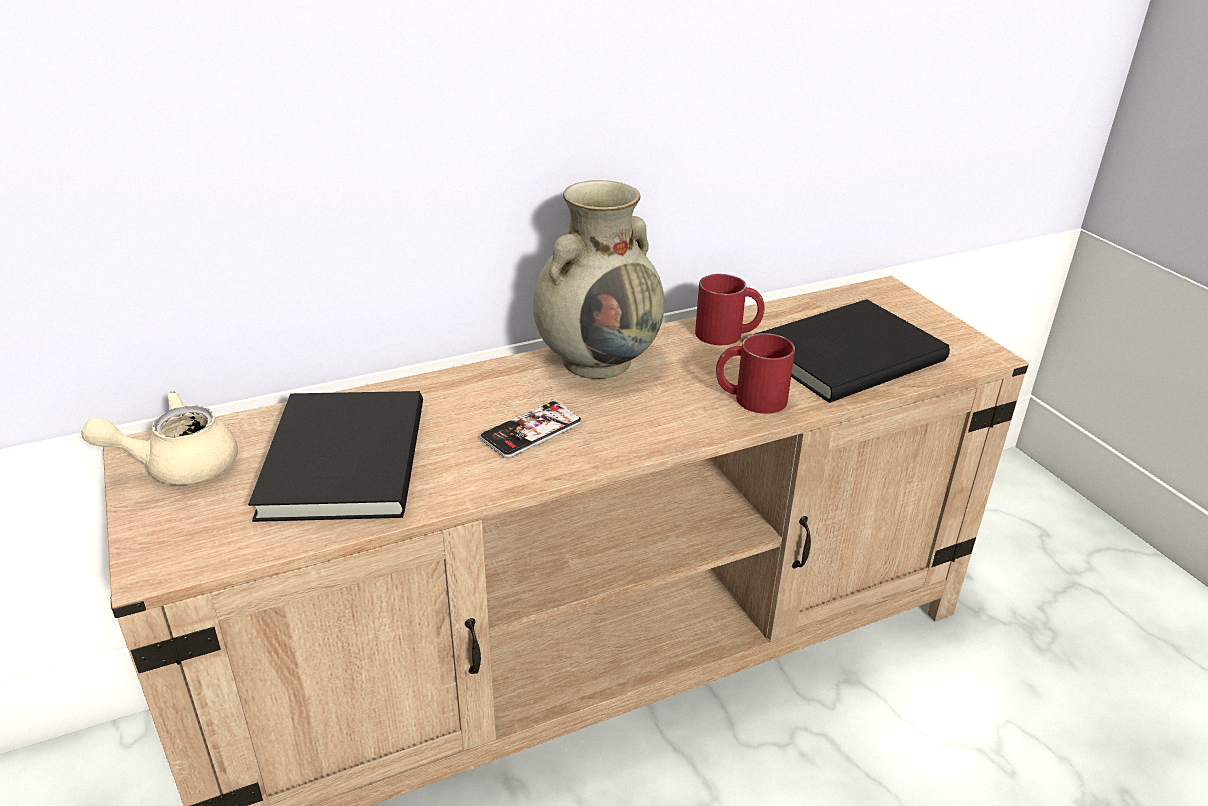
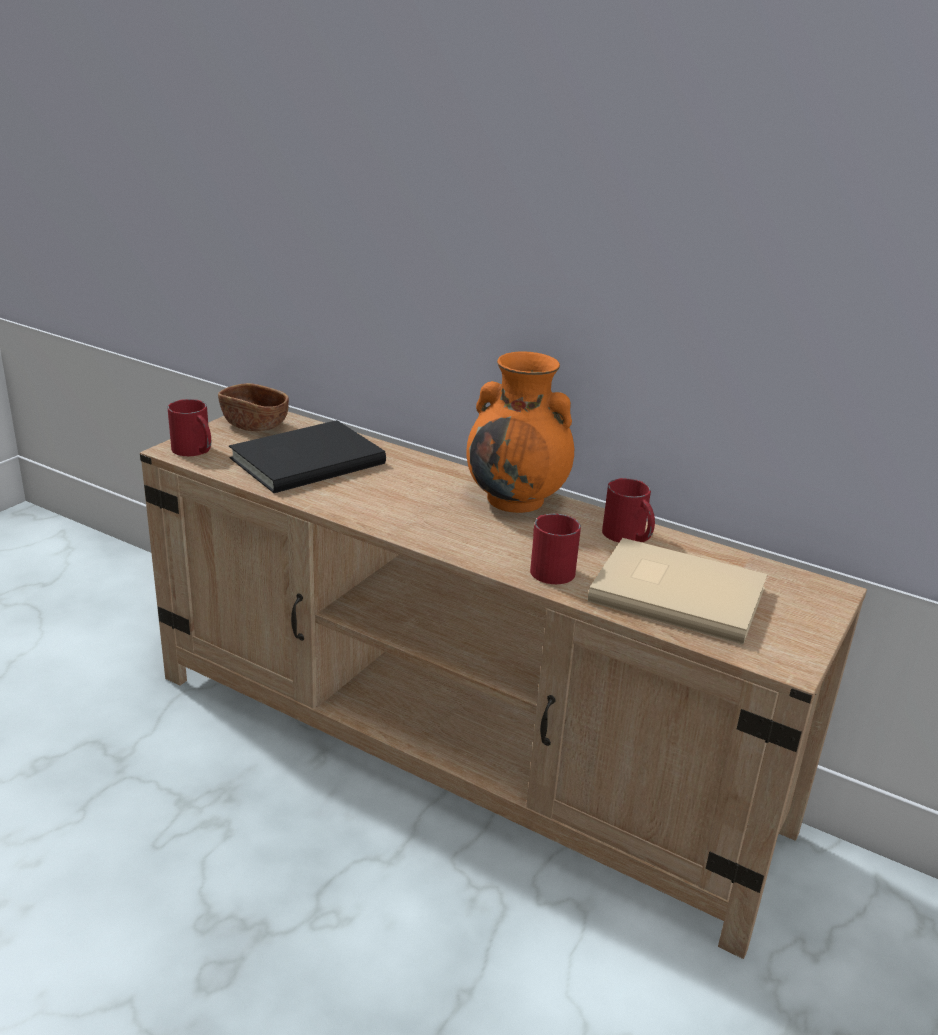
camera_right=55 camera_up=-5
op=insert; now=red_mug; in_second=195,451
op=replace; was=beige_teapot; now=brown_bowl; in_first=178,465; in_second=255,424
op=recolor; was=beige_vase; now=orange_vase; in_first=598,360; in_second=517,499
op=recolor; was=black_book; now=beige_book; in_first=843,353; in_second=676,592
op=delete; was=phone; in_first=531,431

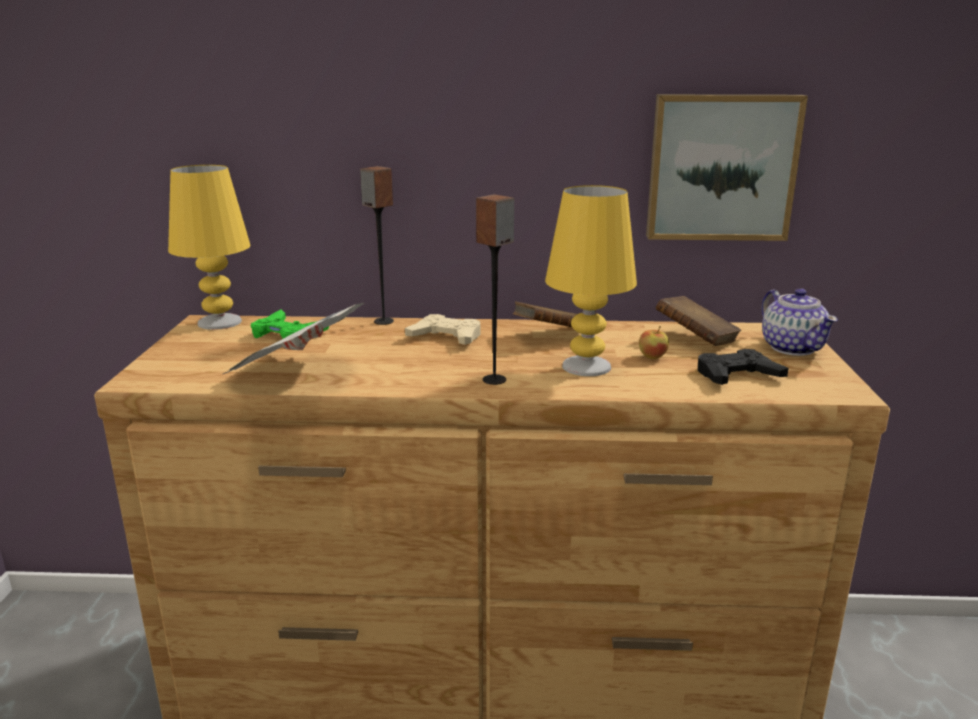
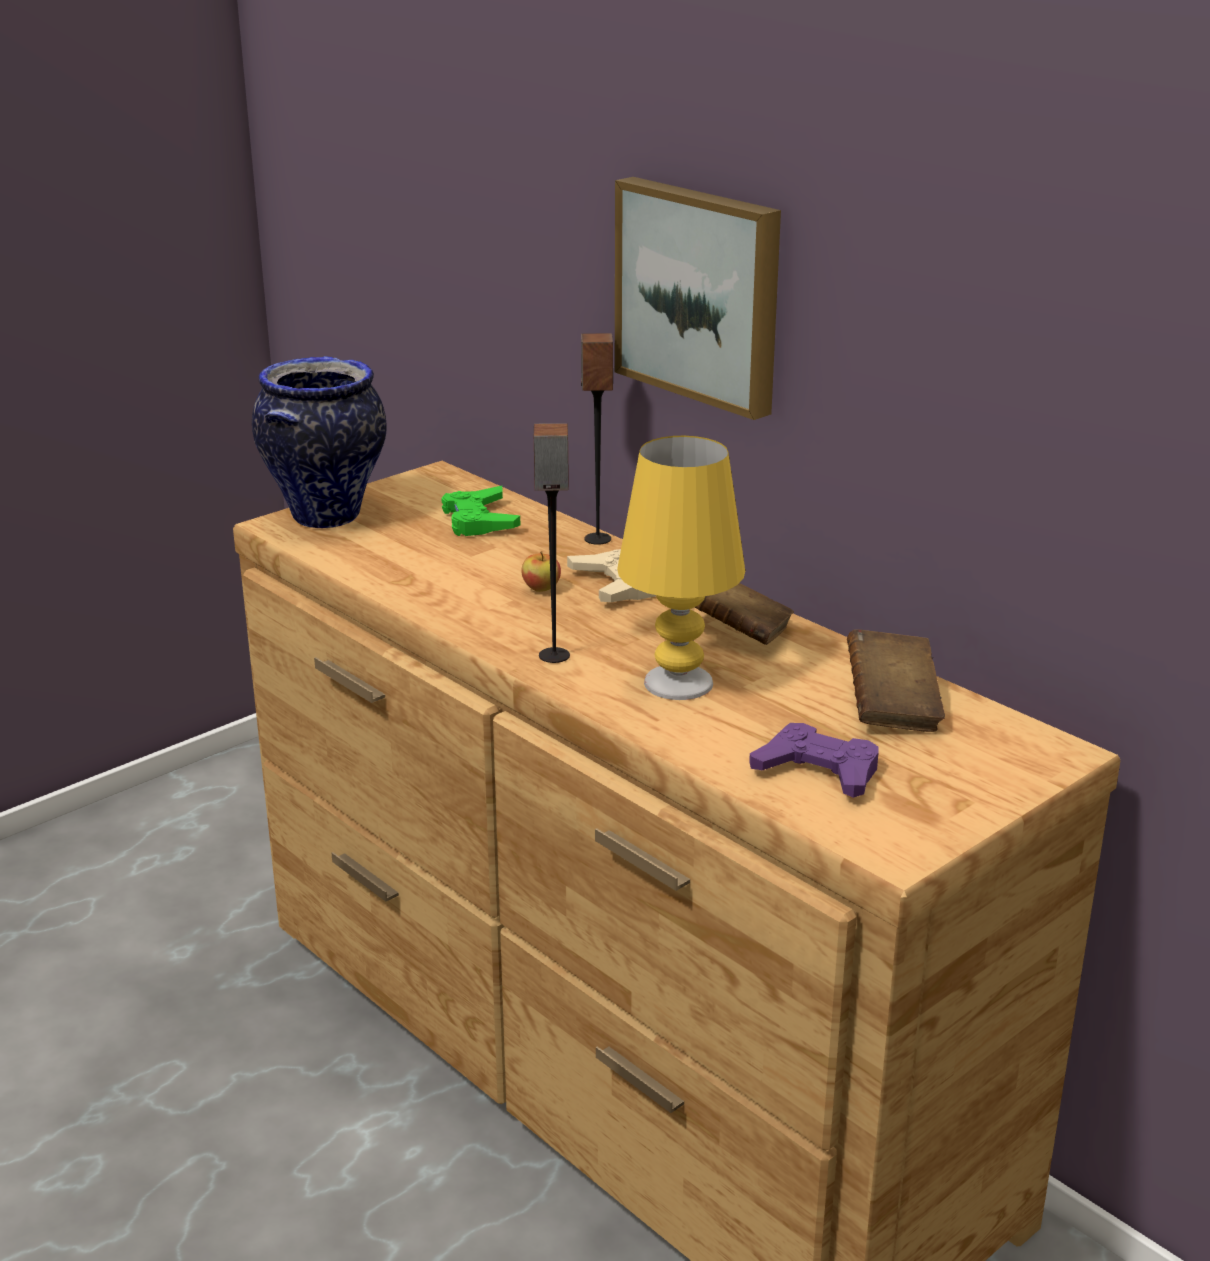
camera_right=45 camera_up=5
op=insert; now=vase; in_second=327,515
op=move; was=apple; in_first=652,356; in_second=541,588
op=move; was=picture; in_first=721,167; in_second=701,294
op=recolor; was=black_game_controller; now=purple_game_controller; in_first=737,375; in_second=818,771
op=delete; was=yellow_table_lamp; in_first=219,322
op=delete; was=newspaper; in_first=296,374
op=delete; was=teapot; in_first=792,347

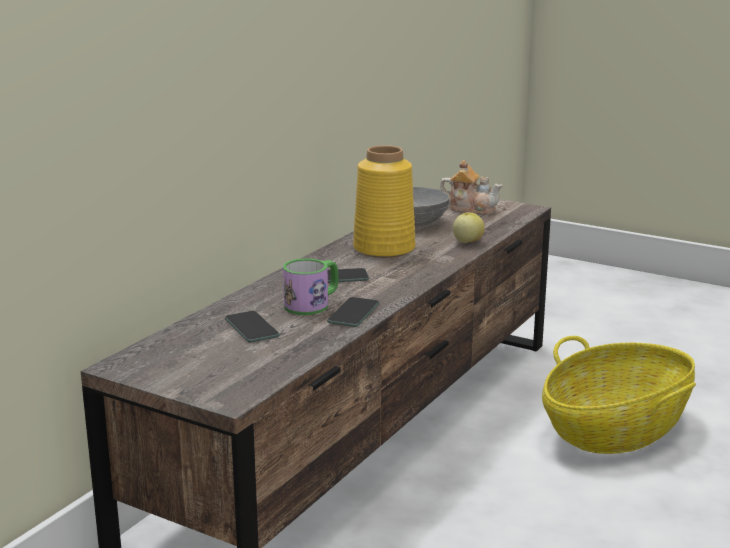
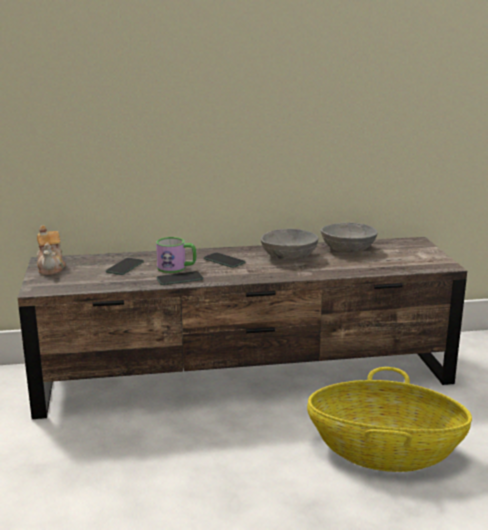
camera_right=50 camera_up=0
op=move; was=teapot; in_first=471,209; in_second=51,267
op=replace; was=yellow_vase; now=grey_bowl; in_first=385,249; in_second=289,257
op=delete; was=apple; in_first=467,242

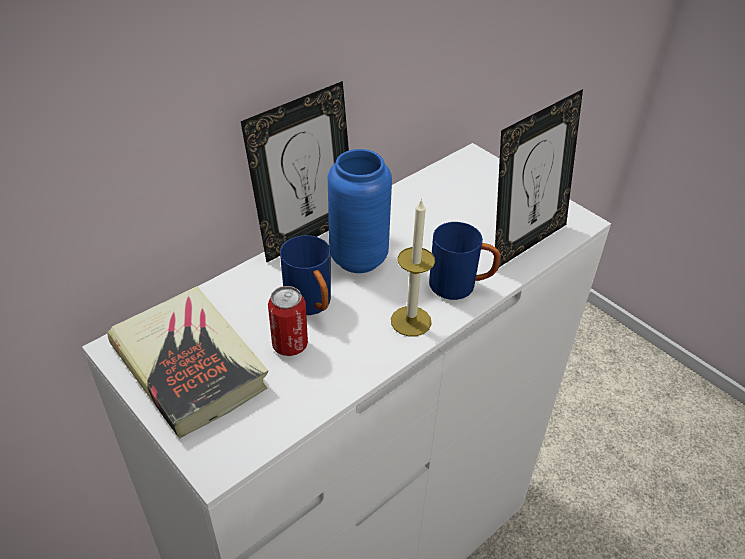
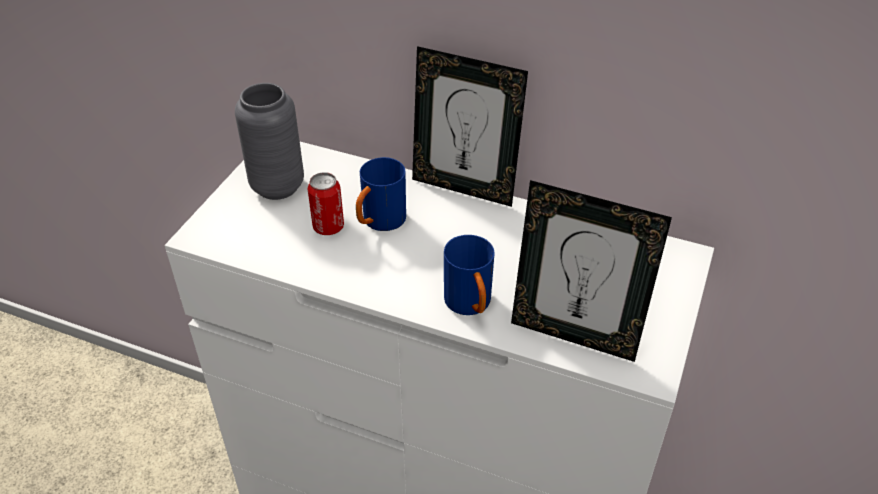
camera_right=65 camera_up=0
op=replace; was=book; now=grey_vase; in_first=189,366; in_second=277,186
op=delete; was=blue_vase; in_first=358,258
op=delete; was=candle; in_first=411,321

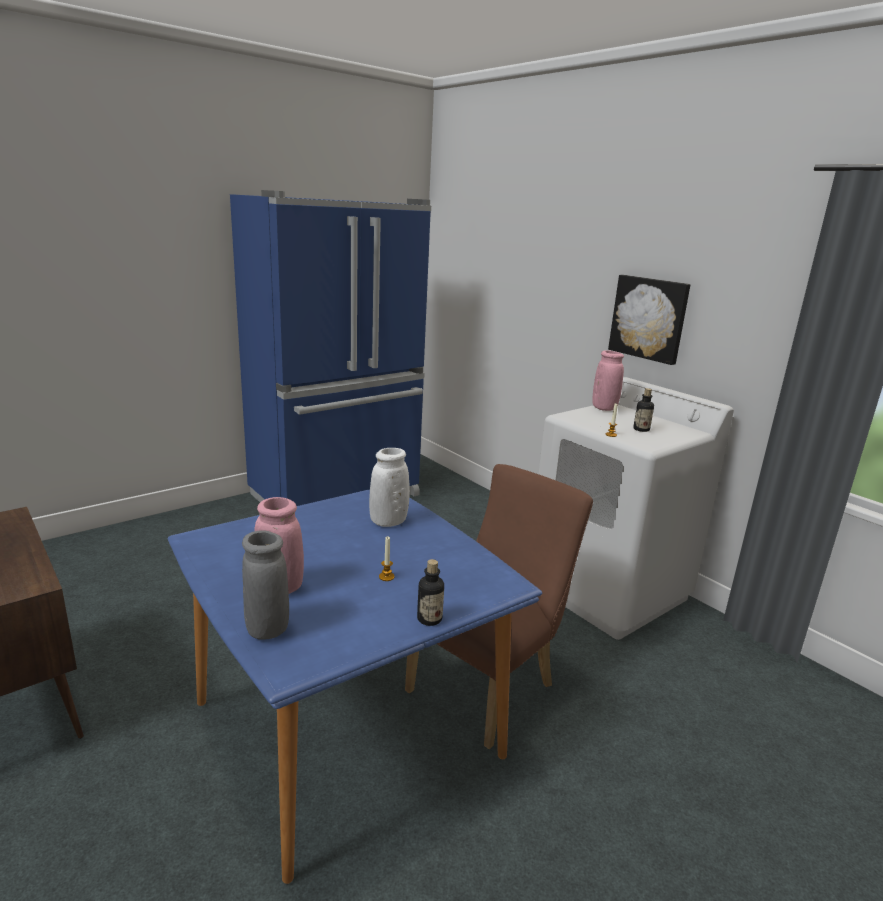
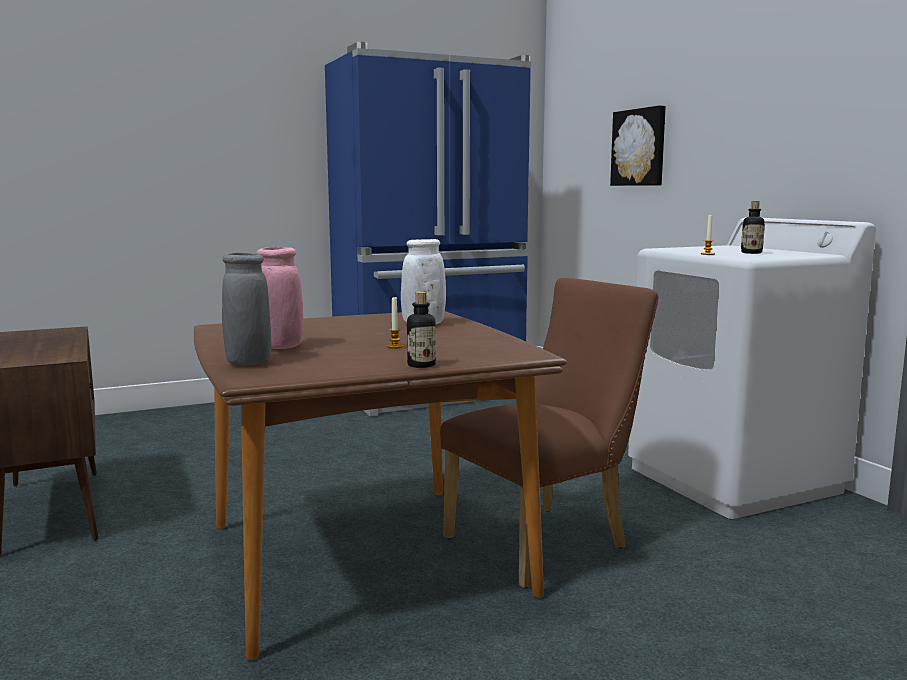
camera_right=15 camera_up=-10
op=recolor; was=blue_dining_table; now=brown_dining_table; in_first=346,728; in_second=365,558
op=move; was=picture; in_first=649,318; in_second=639,147
op=delete; was=pink_vase; in_first=604,408

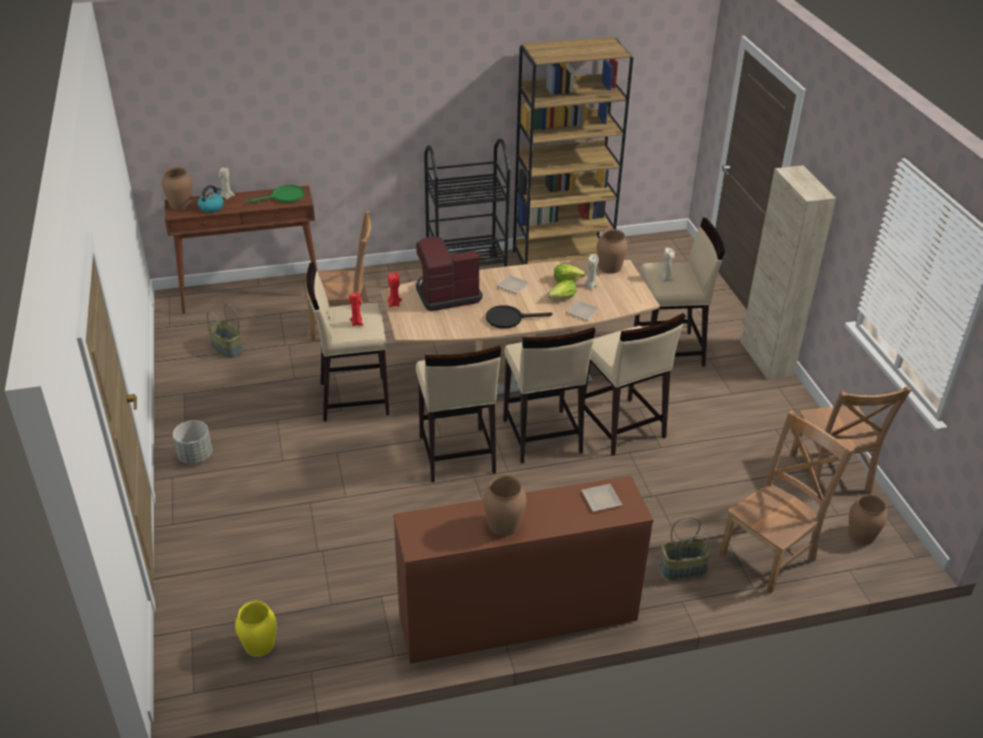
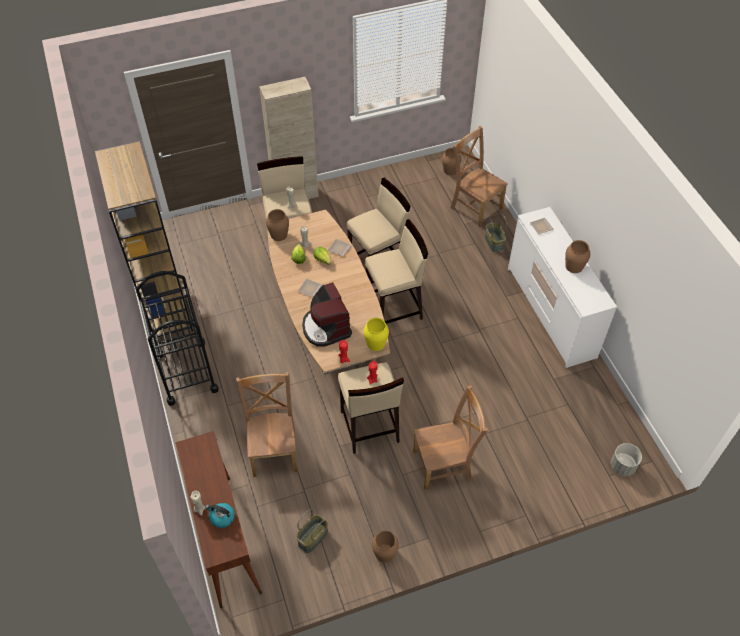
camera_right=-95 camera_up=15
op=move; was=yellow_vase; in_first=259,645; in_second=376,343
op=move; was=brown_vase; in_first=180,204; in_second=384,553
op=move; was=brown_chair; in_first=830,476; in_second=444,465
op=recolor; was=brown_dresser; now=white_dresser; in_first=517,618; in_second=550,312
op=move; was=grey_planter; in_first=195,456; in_second=622,466
op=delete; was=green_frying_pan; in_first=283,197
op=delete; was=beige_stool; in_first=456,455
op=delete; was=black_frying_pan; in_first=509,319

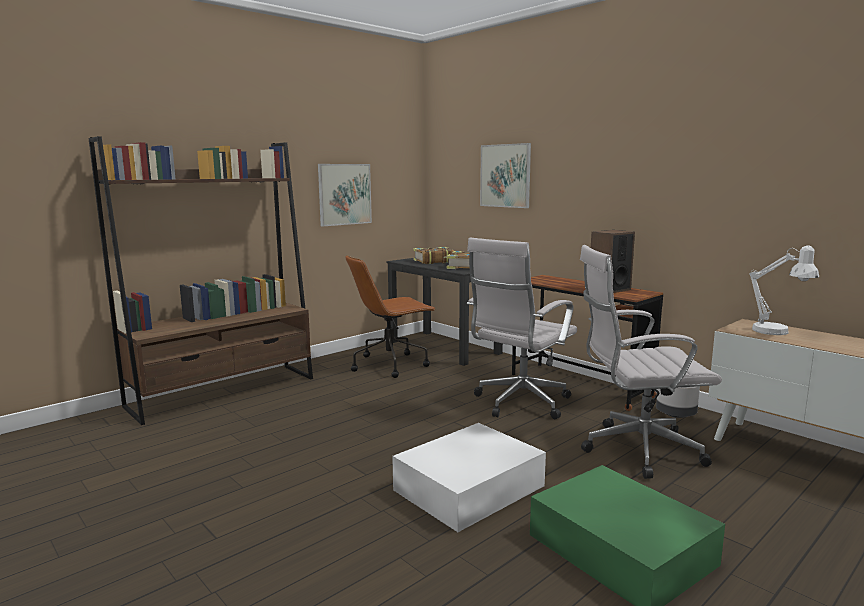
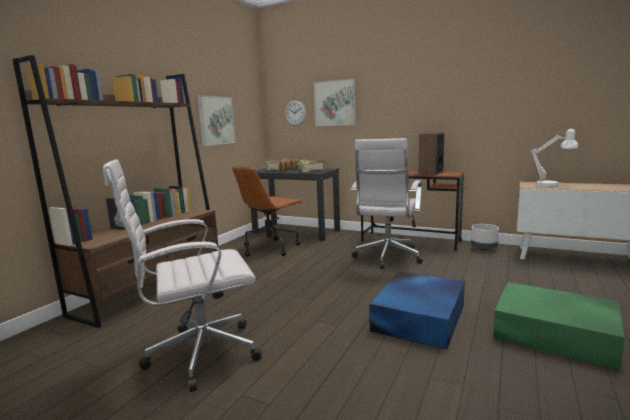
camera_right=-20 camera_up=0
op=move; was=white_office_chair; in_first=636,450; in_second=198,355
op=insert; now=wall_clock; in_second=295,113
op=recolor; was=white_storage_box; now=blue_storage_box; in_first=471,487; in_second=420,317

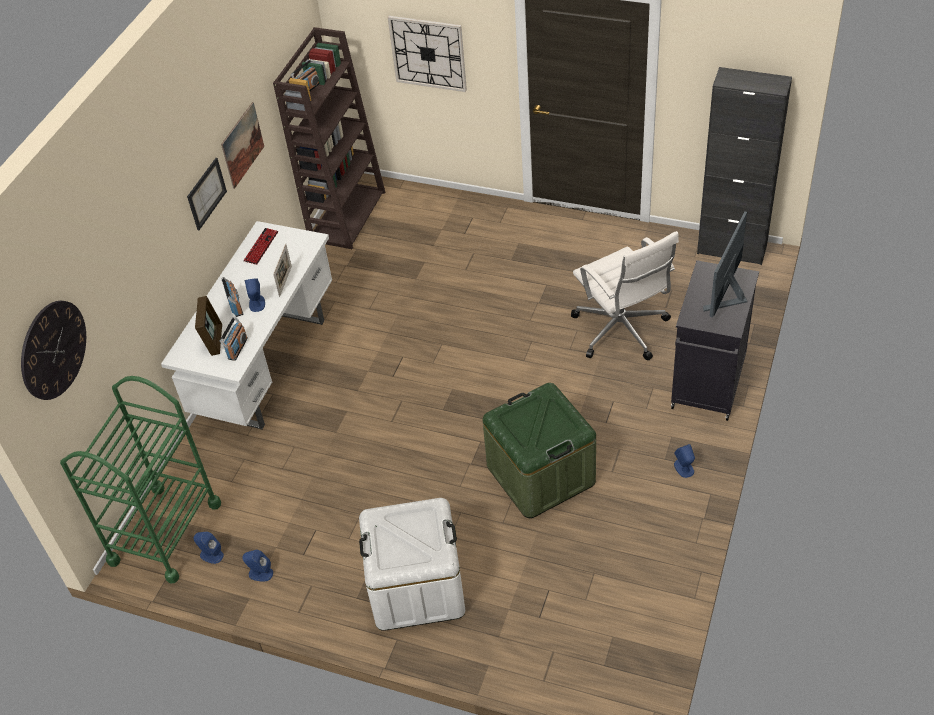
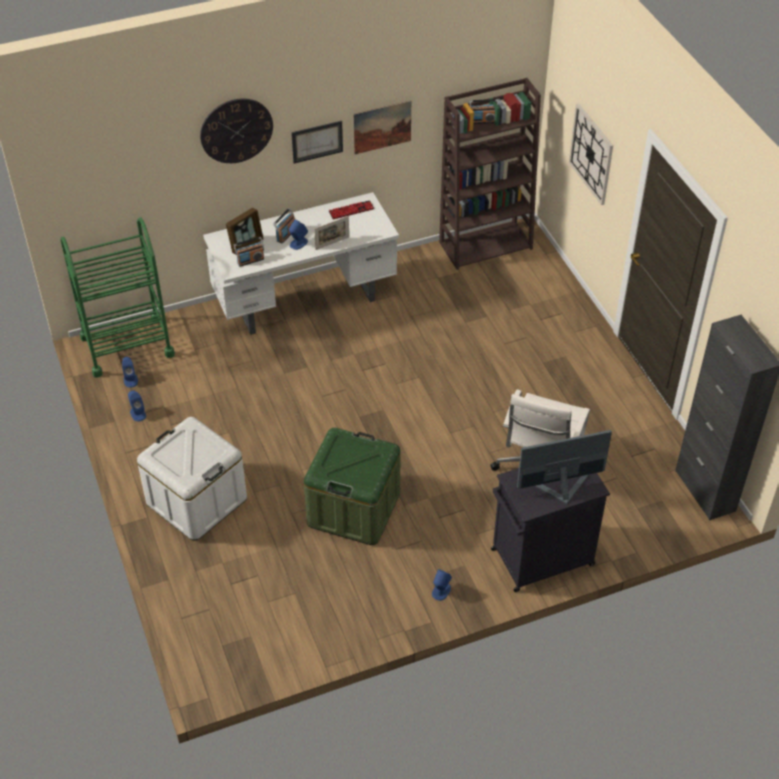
camera_right=45 camera_up=0
op=move; was=wall_clock; in_first=53,350; in_second=236,130

